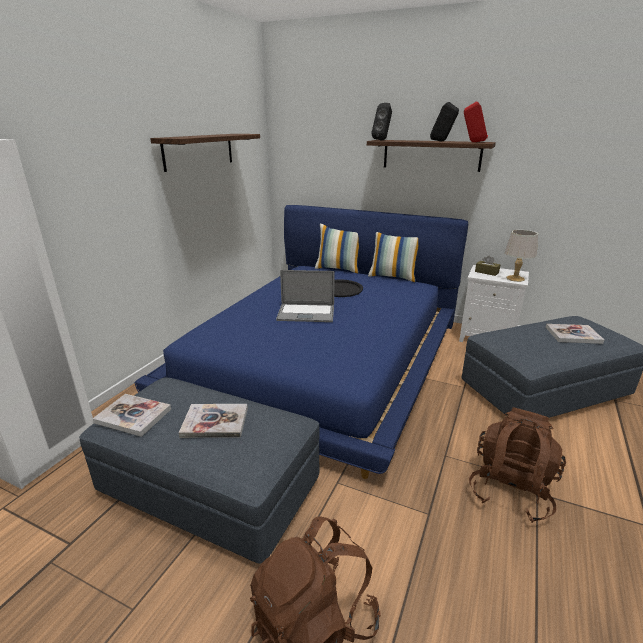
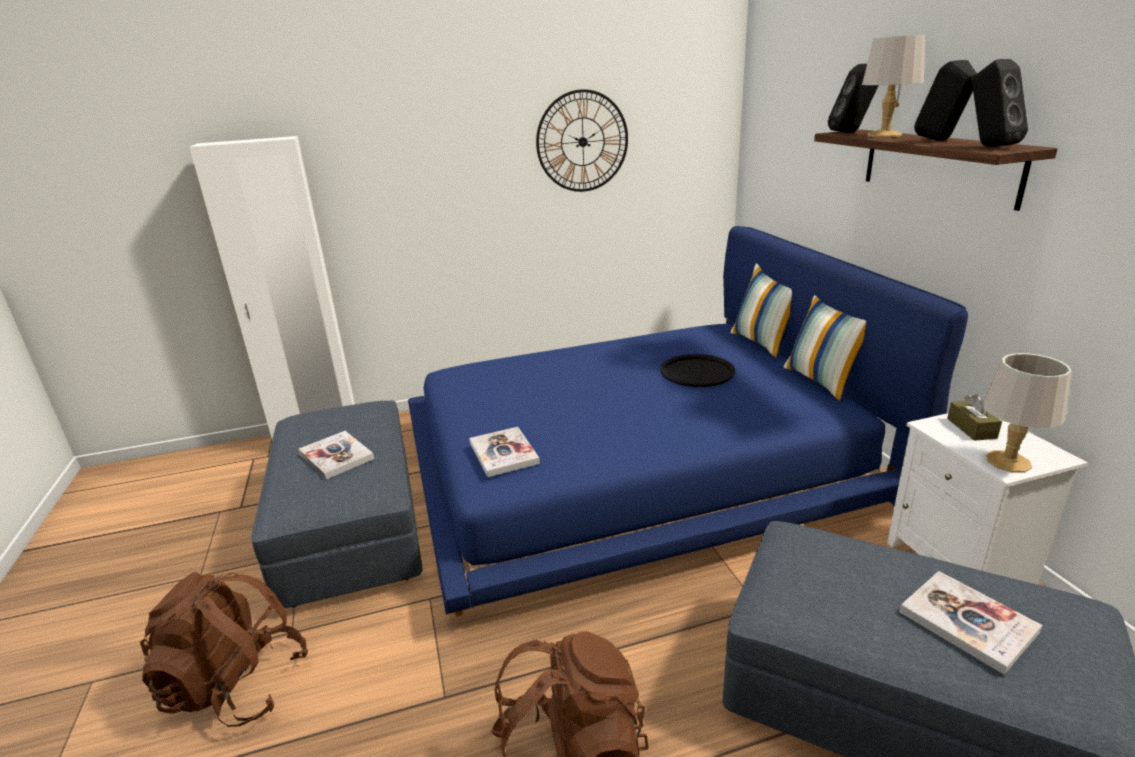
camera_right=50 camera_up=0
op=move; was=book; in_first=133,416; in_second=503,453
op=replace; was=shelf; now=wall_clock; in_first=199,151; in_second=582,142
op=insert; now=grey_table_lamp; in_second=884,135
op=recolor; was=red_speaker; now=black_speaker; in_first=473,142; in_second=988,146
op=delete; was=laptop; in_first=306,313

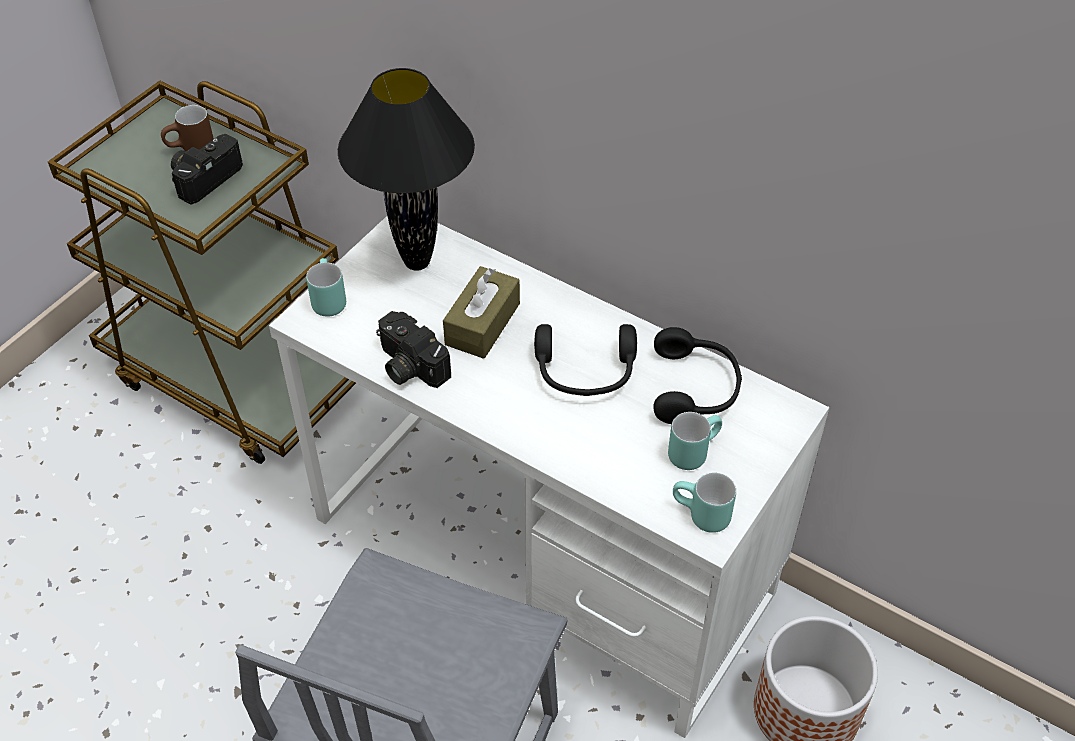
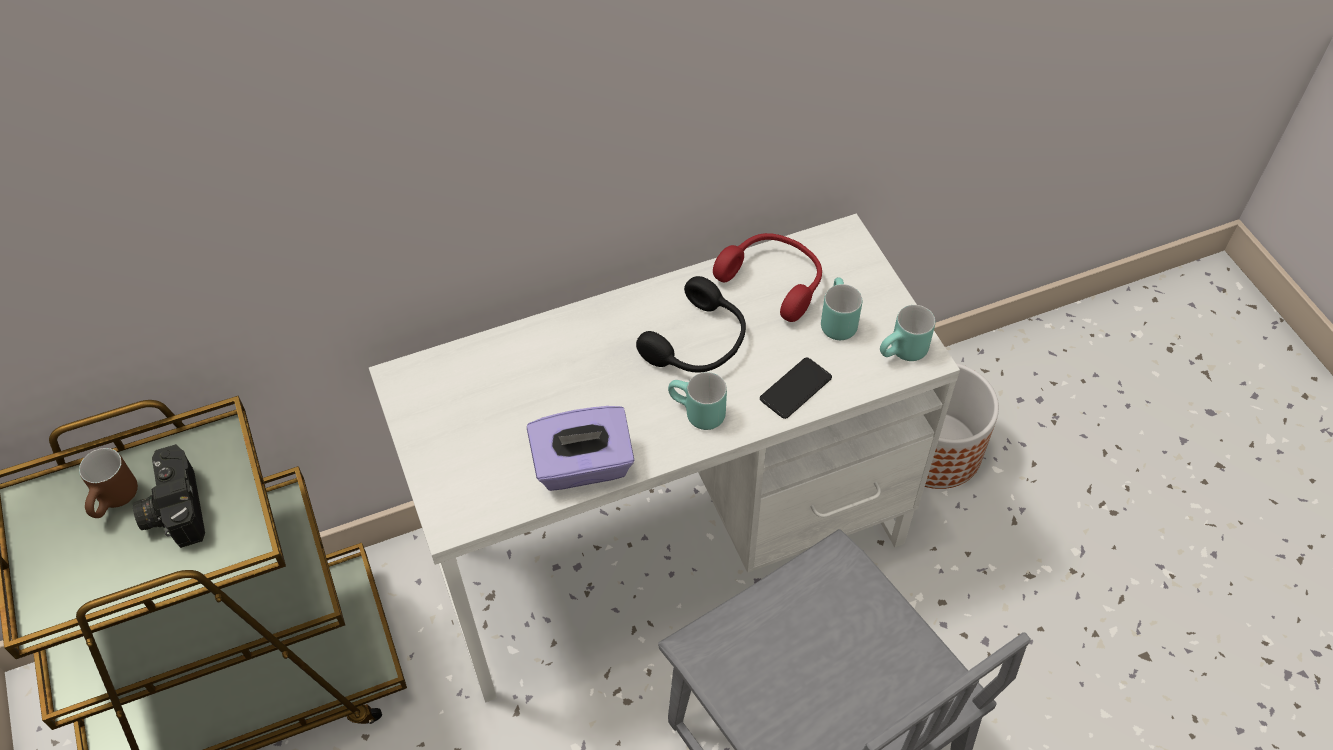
camera_right=-55 camera_up=5
op=replace; was=photo_camera; now=purple_tissue_box; in_first=408,366; in_second=583,466
op=move; was=turquoise_mug; in_first=326,300; in_second=696,415
op=recolor; was=black_headphones; now=red_headphones; in_first=695,388; in_second=774,281
op=insert; now=phone; in_second=795,388
op=delete; was=black_table_lamp; in_first=418,262
op=delete; was=brown_tissue_box; in_first=482,324

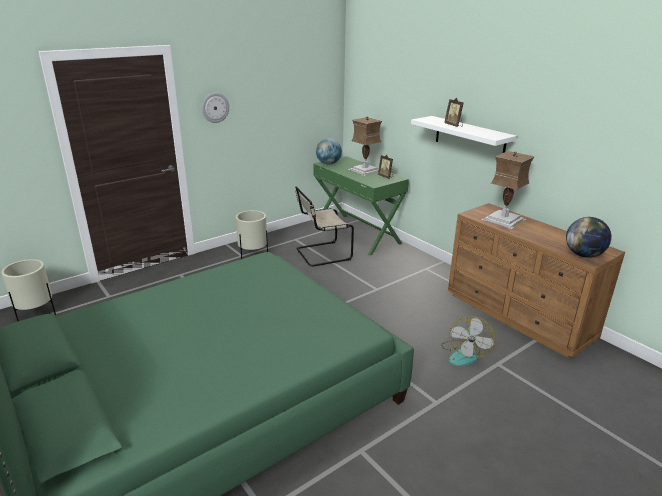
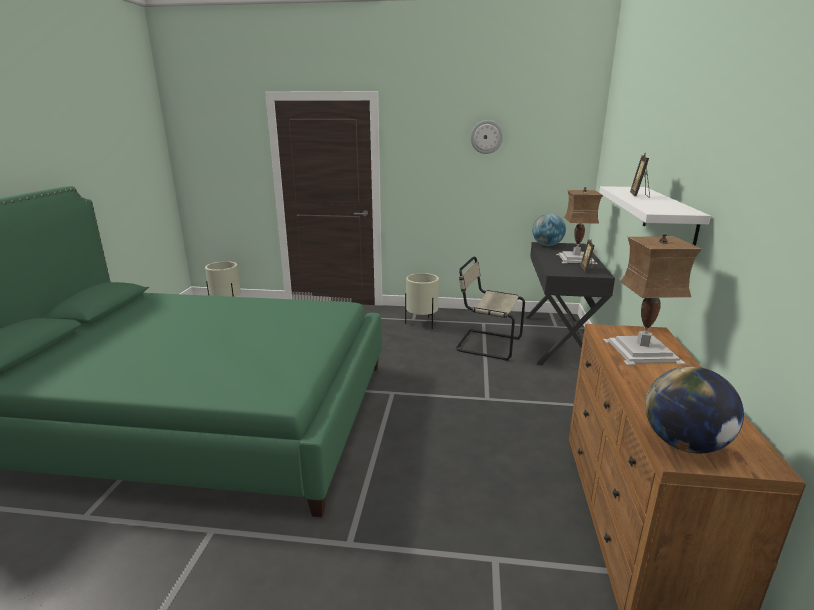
camera_right=45 camera_up=-5
op=move; was=wall_clock; in_first=215,107; in_second=486,137
op=recolor; was=green_desk; now=black_desk; in_first=357,234; in_second=559,340
op=delete; was=fan; in_first=464,354

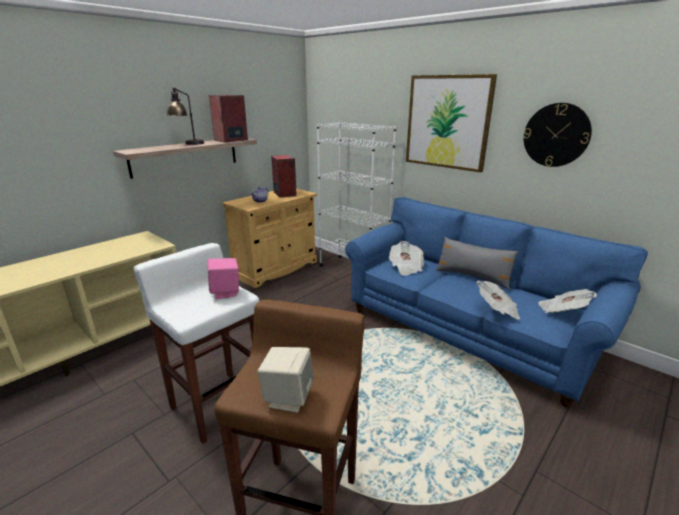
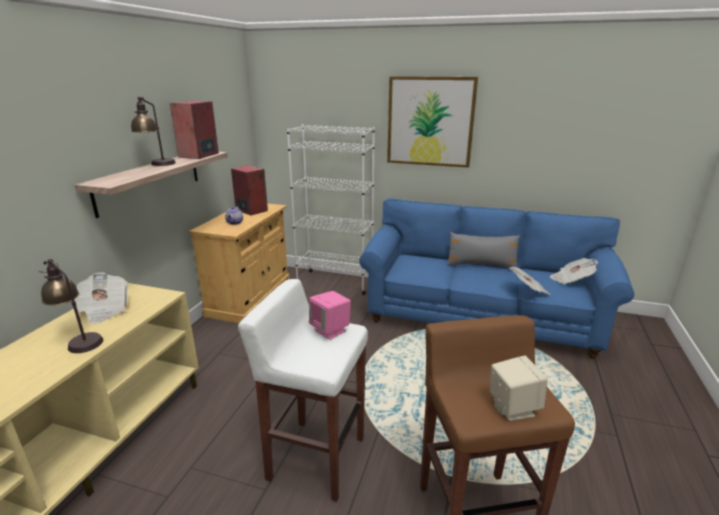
camera_right=-25 camera_up=0
op=insert; now=table_lamp; in_second=79,340
op=move; was=newspaper; in_first=405,267; in_second=104,310
op=delete; was=wall_clock; in_first=556,135

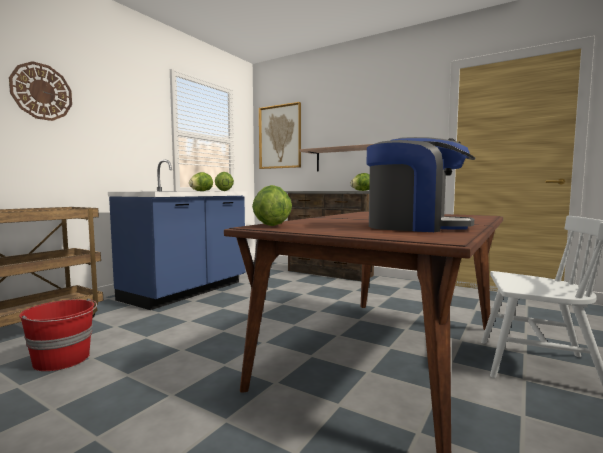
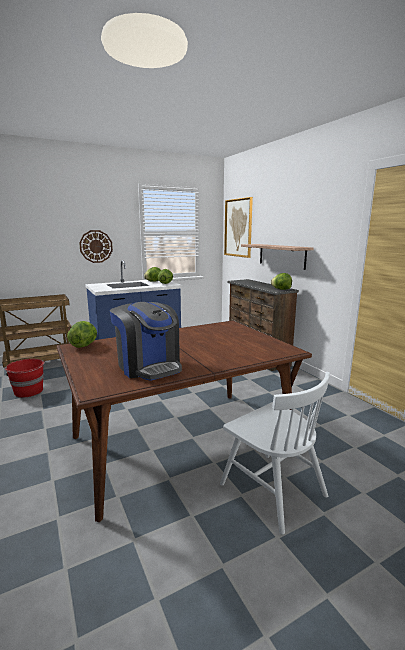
camera_right=30 camera_up=10
op=move; was=wall_clock; in_first=41,92; in_second=96,246

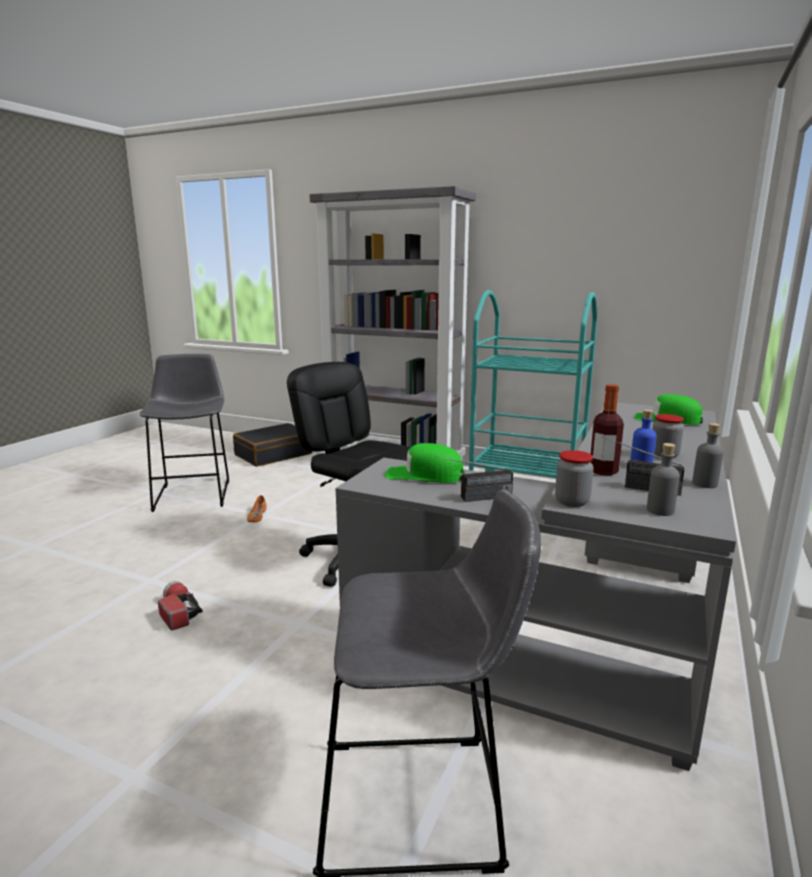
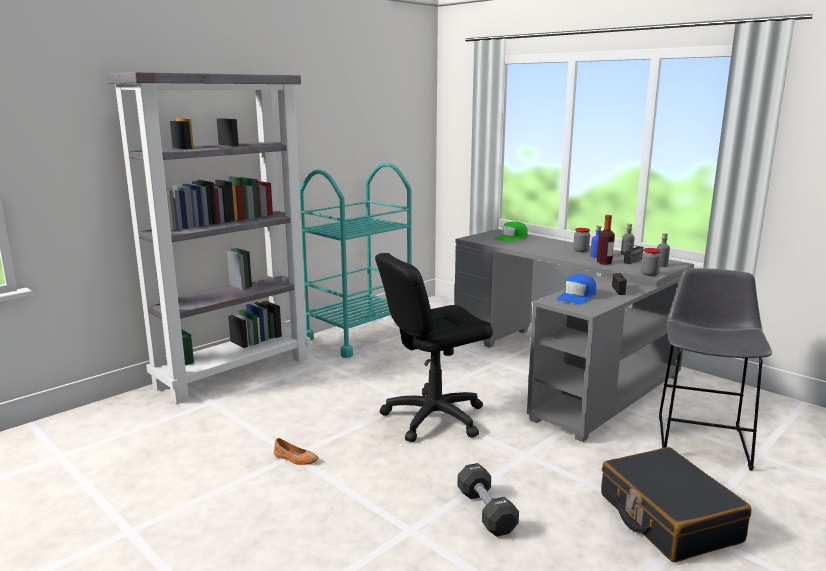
camera_right=-70 camera_up=0
op=replace; was=flashlight; now=black_dumbbell; in_first=178,613; in_second=486,511
op=recolor; was=green_cap; now=blue_cap; in_first=425,475; in_second=577,296
op=move; was=black_suitcase; in_first=273,454; in_second=667,518
op=delete; was=grey_stool; in_first=194,493

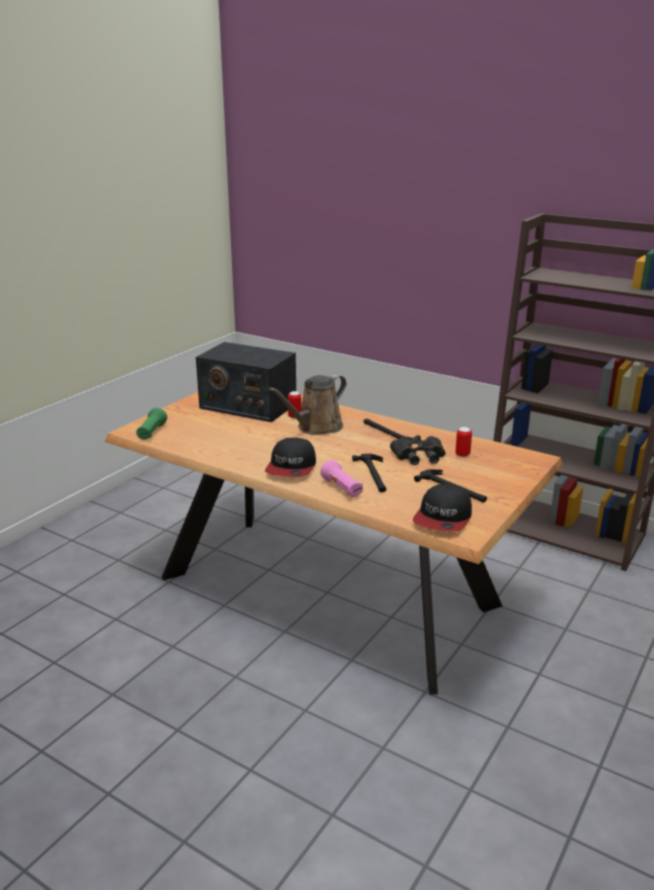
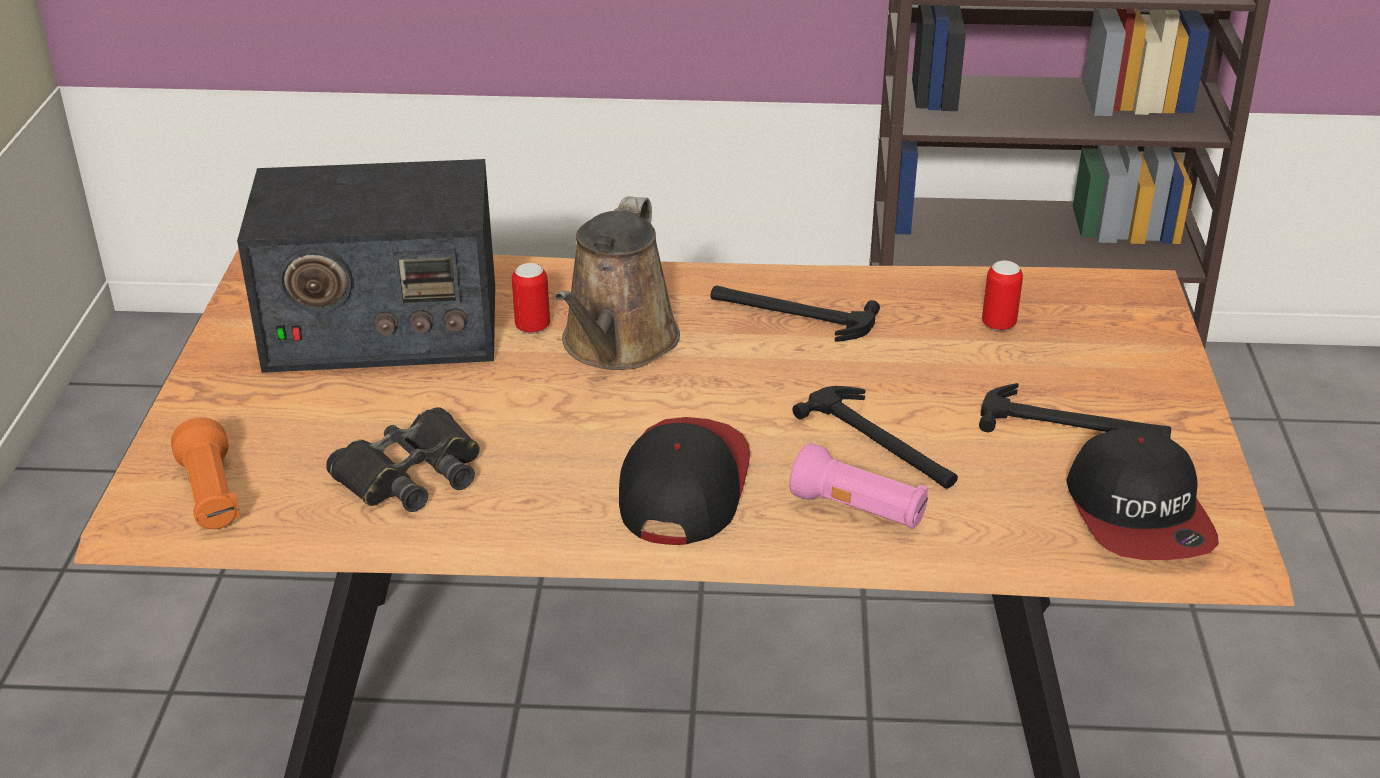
camera_right=-30 camera_up=10
op=recolor; was=green_flashlight; now=orange_flashlight; in_first=151,433; in_second=211,497
op=move; was=black_binoculars; in_first=418,456; in_second=411,474
op=rotate; was=cap; in_first=292,467; in_second=682,485; clockwise=-150

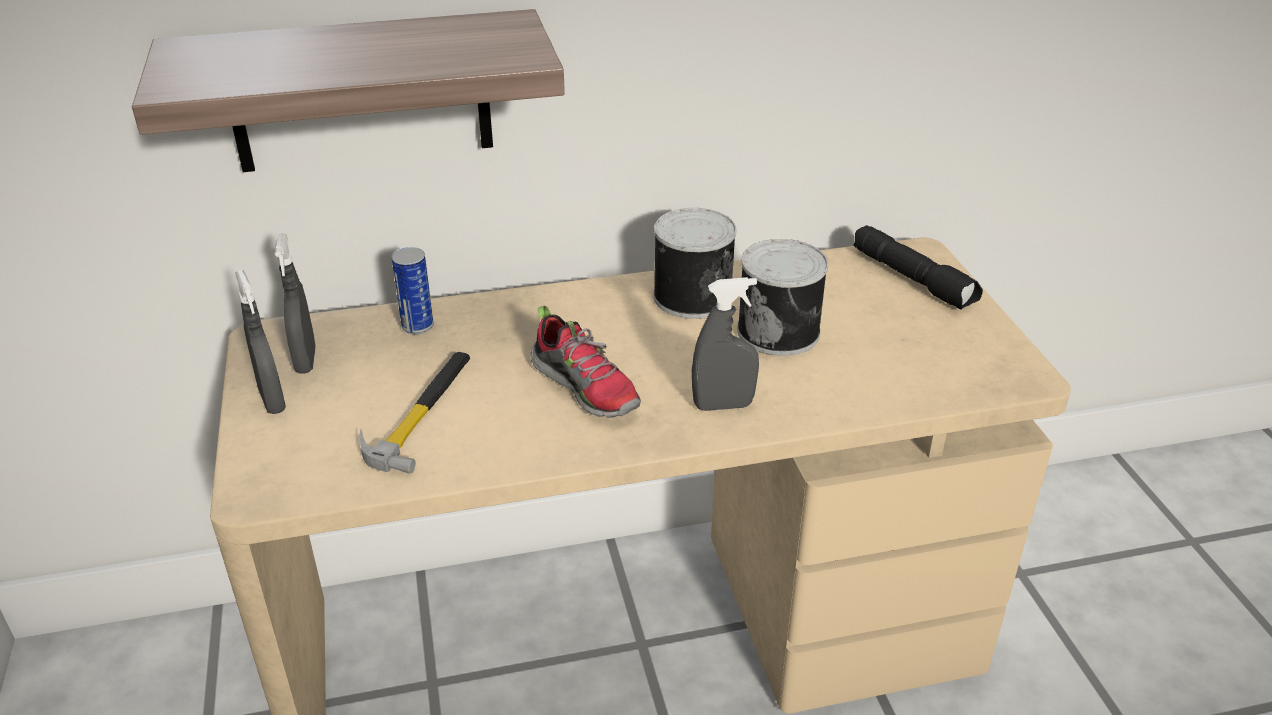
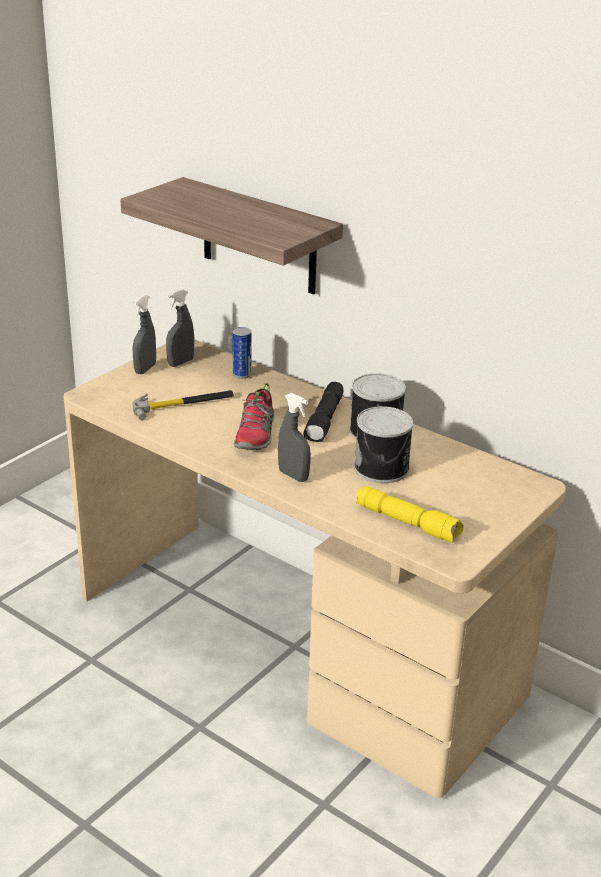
camera_right=50 camera_up=-5
op=move; was=black_flashlight; in_first=914,279; in_second=325,420
op=insert; now=yellow_flashlight; in_second=408,523

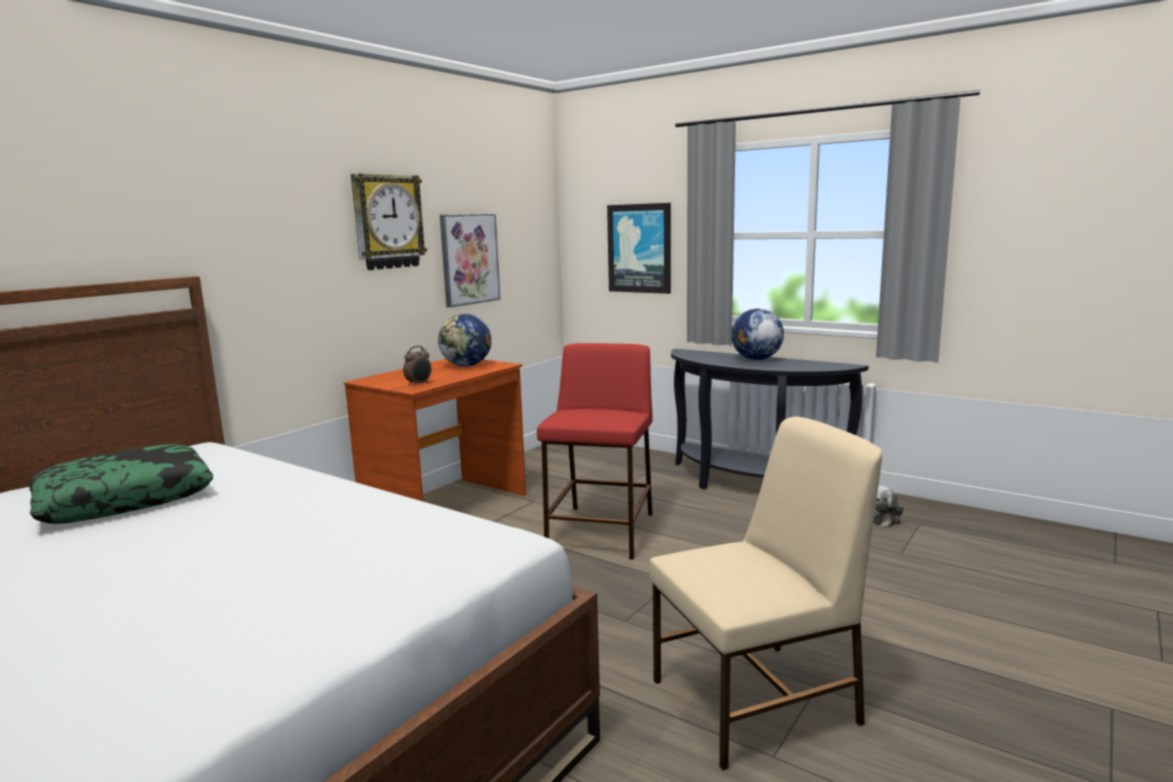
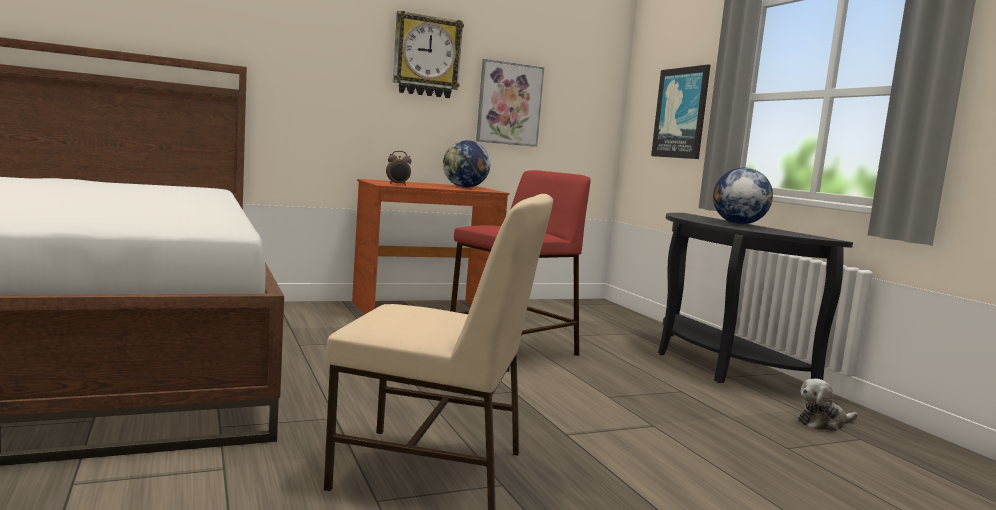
camera_right=30 camera_up=-5
op=delete; was=pillow; in_first=125,499

